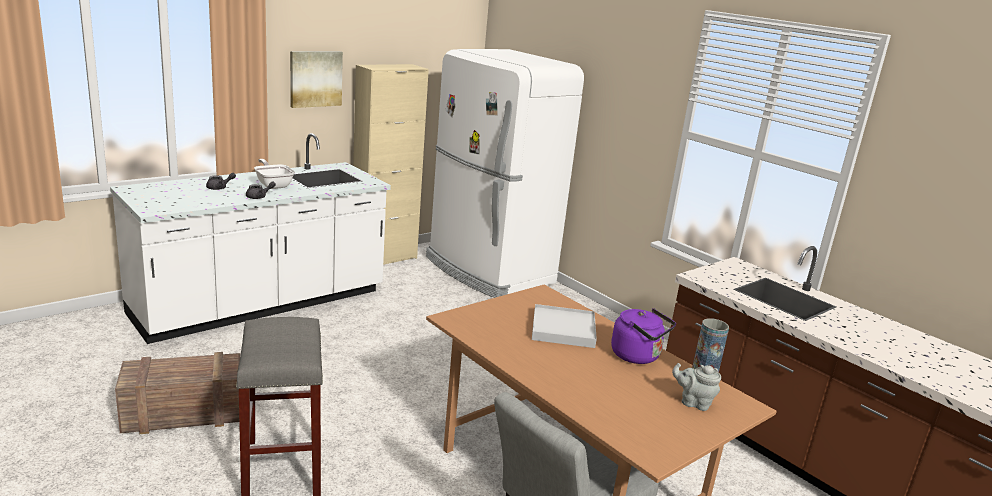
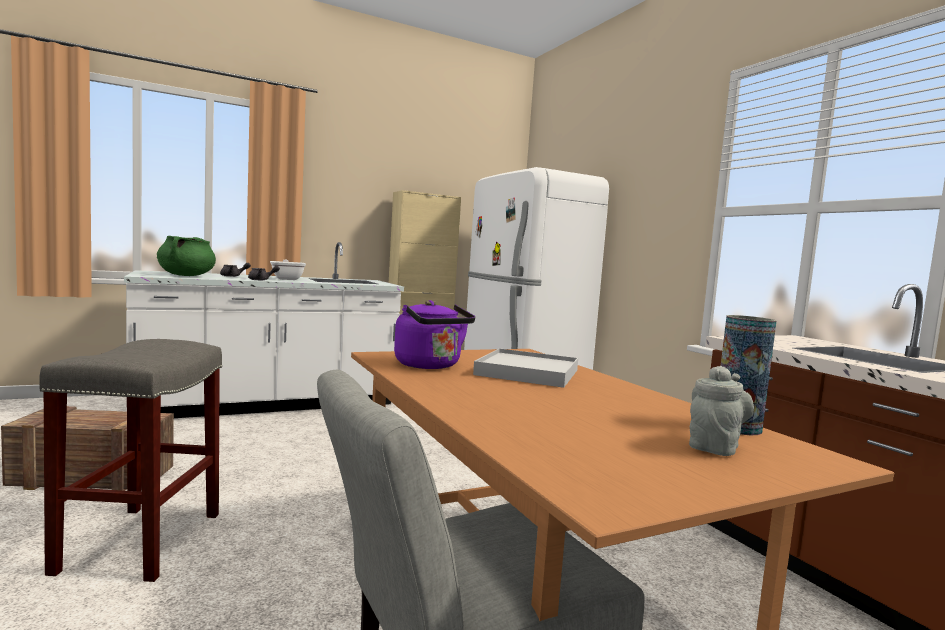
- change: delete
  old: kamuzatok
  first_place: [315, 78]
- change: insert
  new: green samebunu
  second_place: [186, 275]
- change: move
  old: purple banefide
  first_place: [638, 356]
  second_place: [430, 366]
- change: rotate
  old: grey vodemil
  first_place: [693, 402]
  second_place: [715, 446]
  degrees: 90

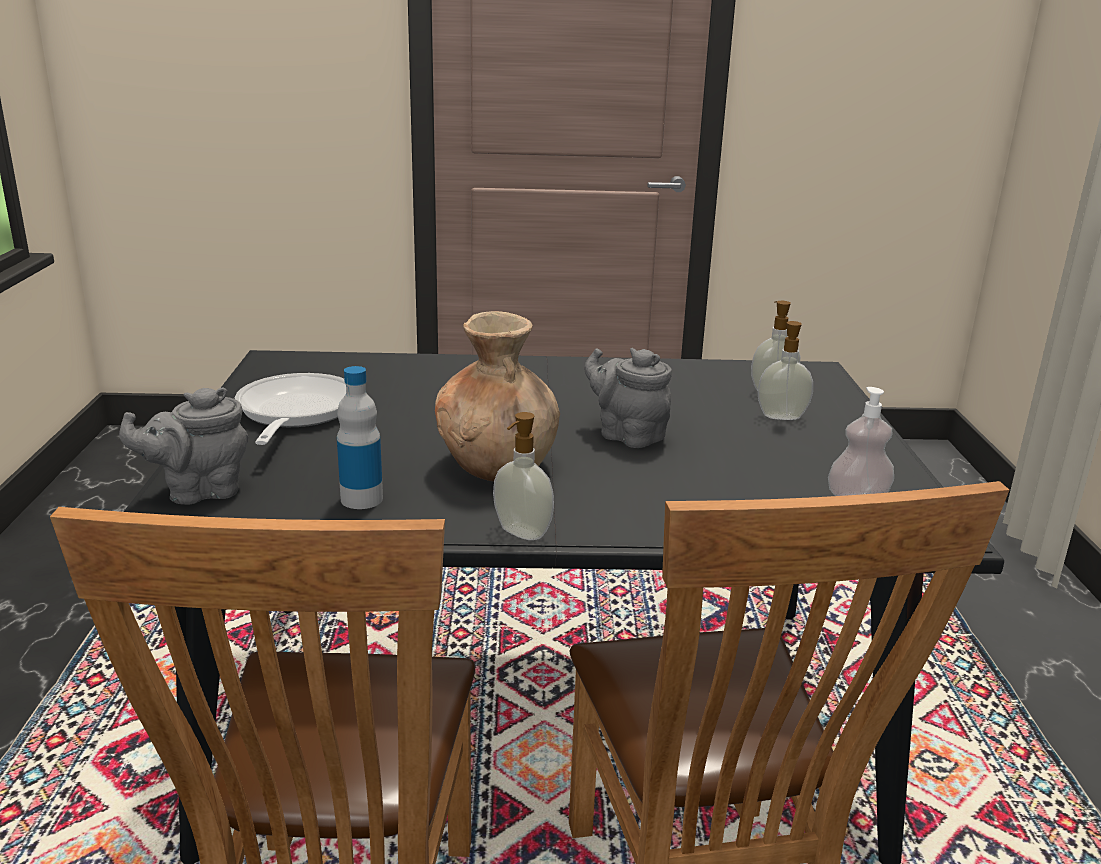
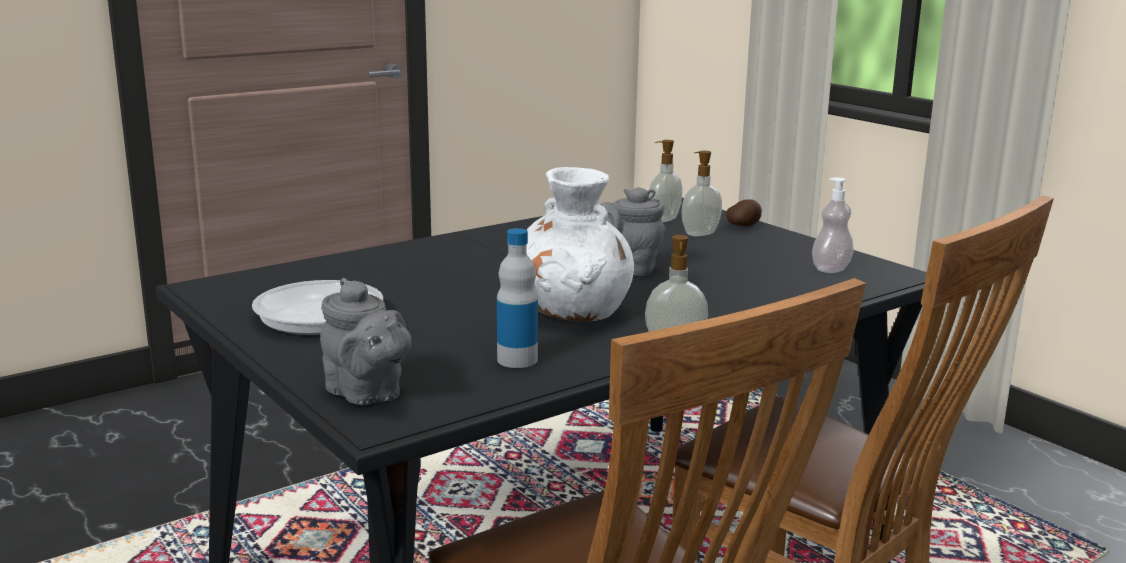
- change: insert
  new: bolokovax
  second_place: [743, 226]
- change: recolor
  old: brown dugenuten
  new: white dugenuten
  first_place: [498, 466]
  second_place: [574, 312]
- change: rotate
  old: grey vodemil
  first_place: [199, 491]
  second_place: [367, 394]
  degrees: -75

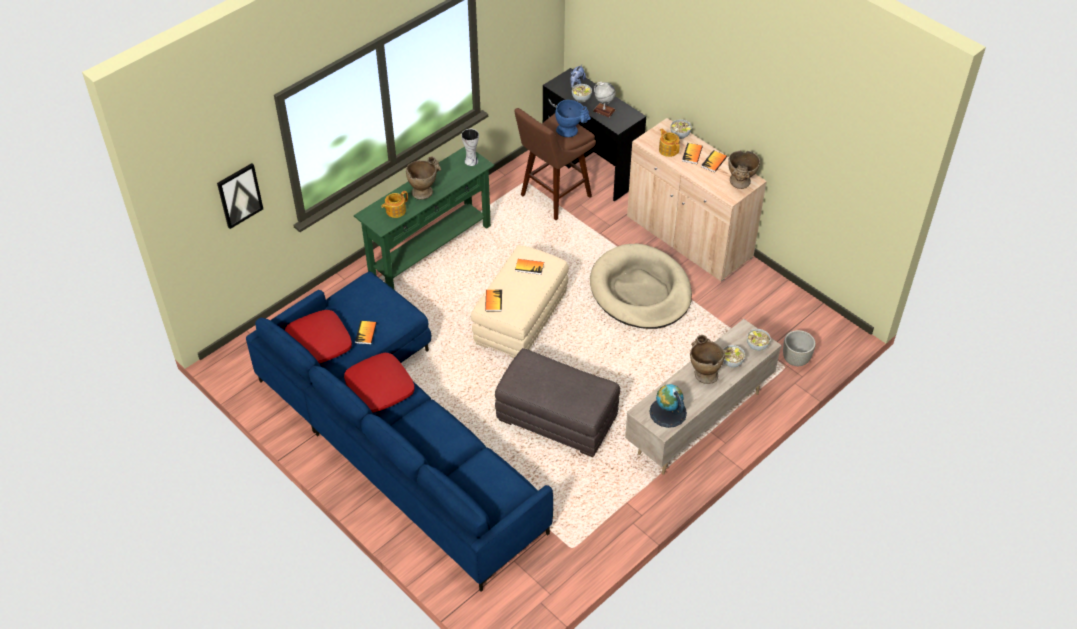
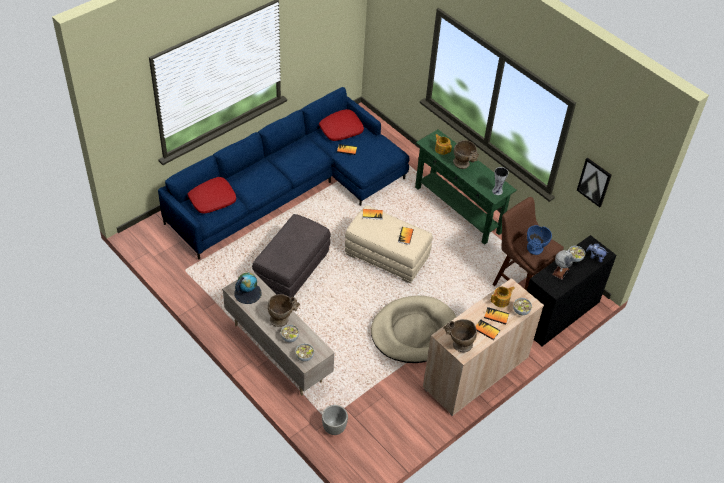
- change: move
  old: kamuzatok
  first_place: [239, 195]
  second_place: [594, 182]
- change: move
  old: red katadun
  first_place: [379, 388]
  second_place: [212, 199]

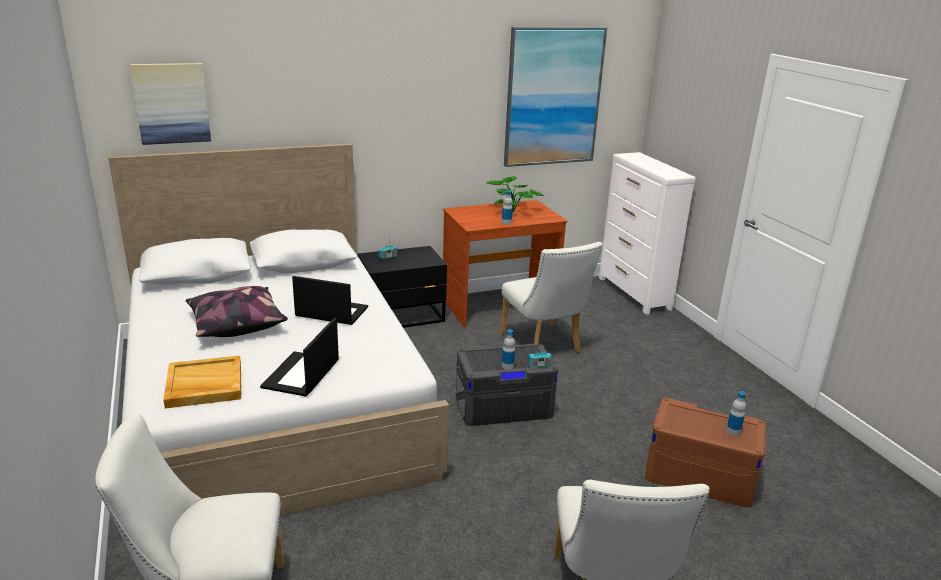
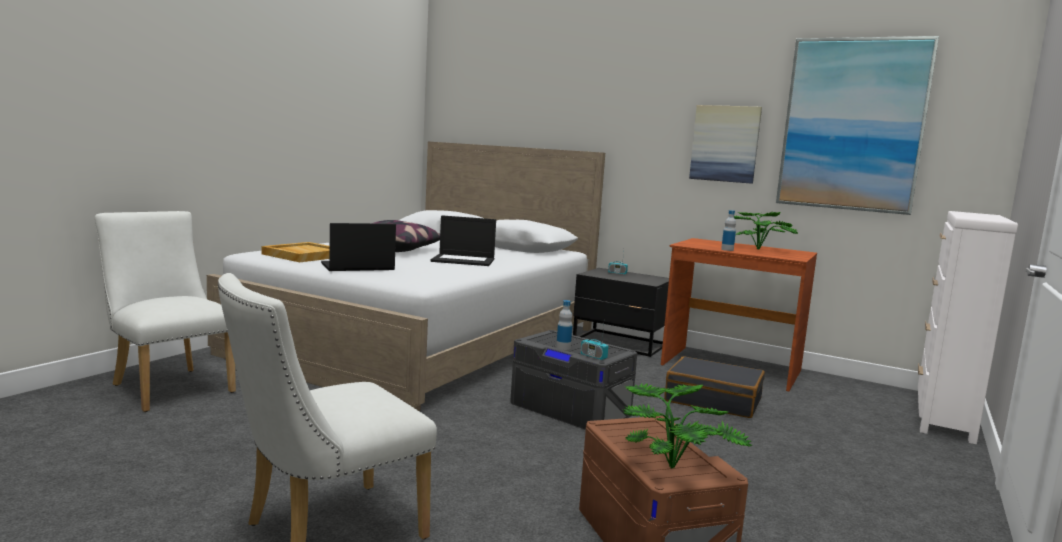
- change: move
  old: kamuzatok
  first_place: [171, 103]
  second_place: [725, 144]
- change: replace
  old: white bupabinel
  new: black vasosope
  first_place: [544, 346]
  second_place: [713, 400]
- change: replace
  old: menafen
  new: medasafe
  first_place: [733, 431]
  second_place: [675, 465]
- change: rotate
  old: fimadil
  first_place: [330, 312]
  second_place: [464, 260]
  degrees: 120

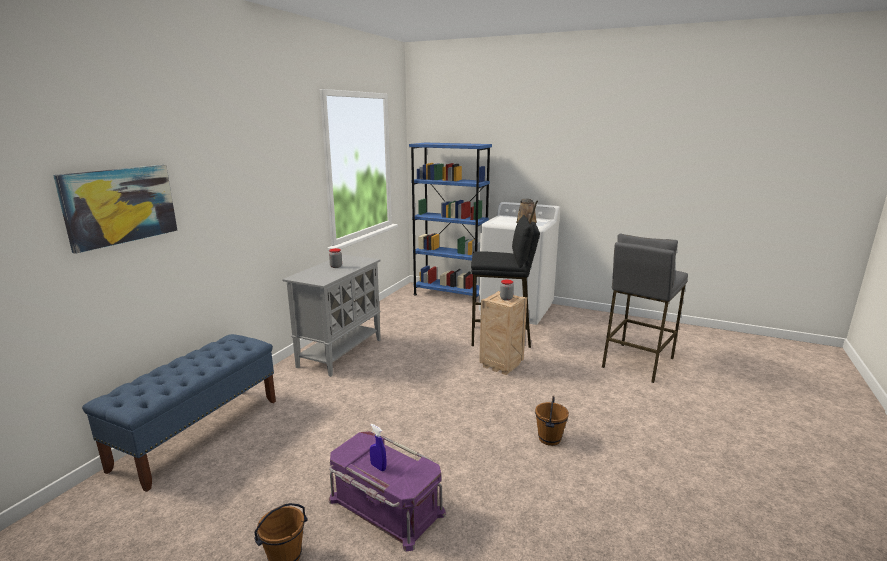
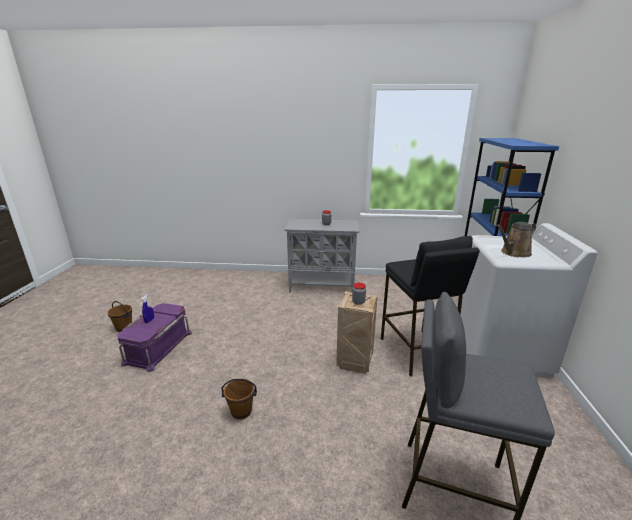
- change: delete
  old: kamuzatok
  first_place: [120, 205]
- change: delete
  old: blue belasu
  first_place: [199, 432]

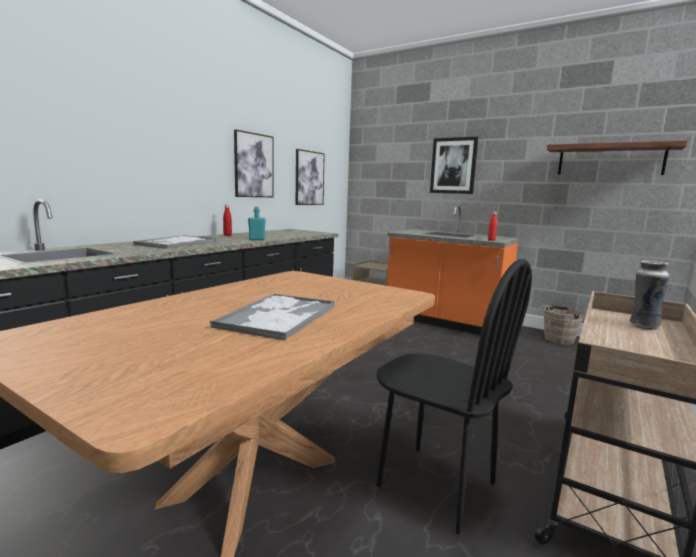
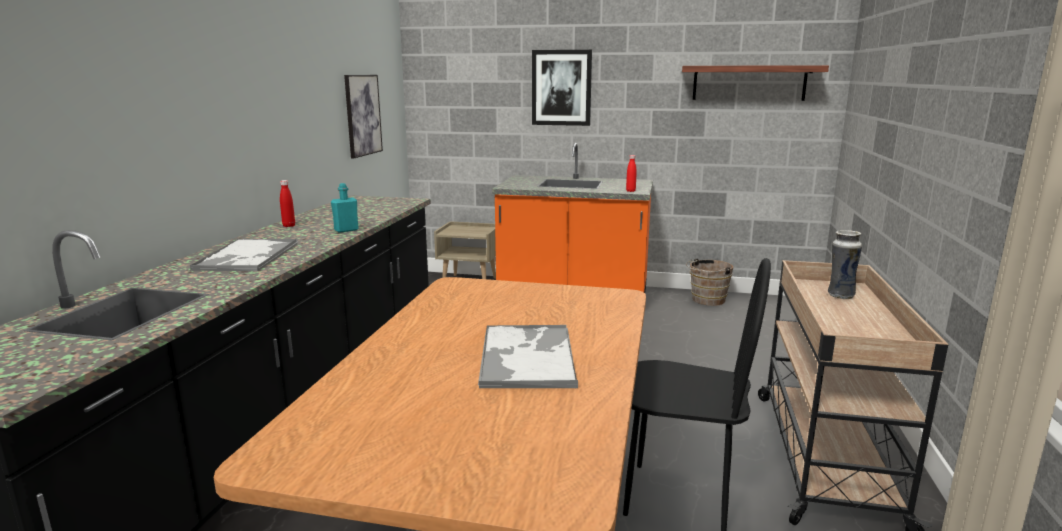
- change: delete
  old: kamuzatok
  first_place: [253, 165]

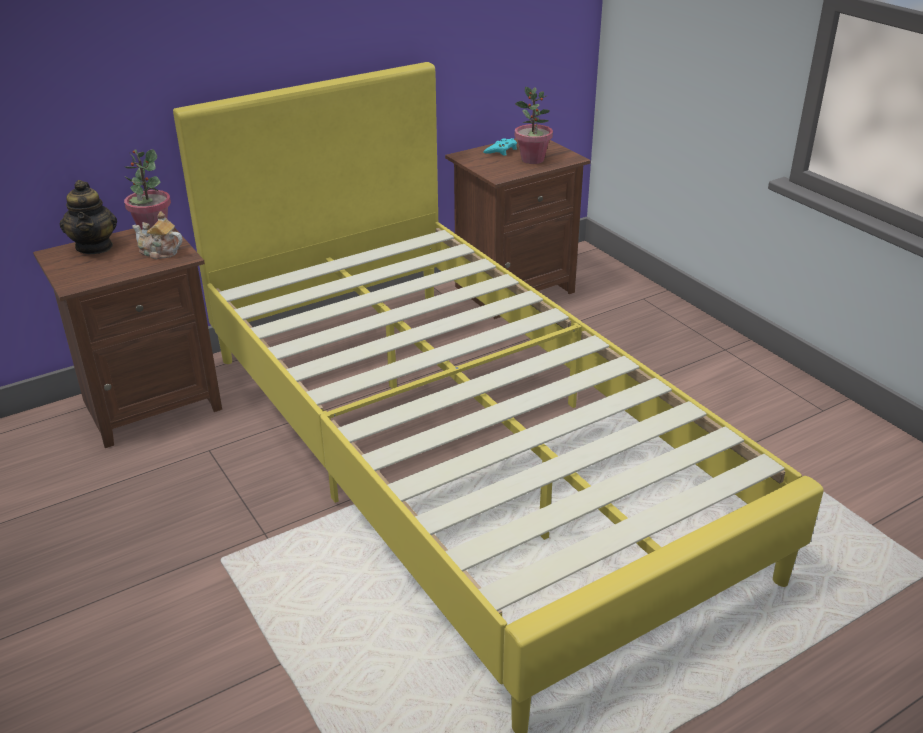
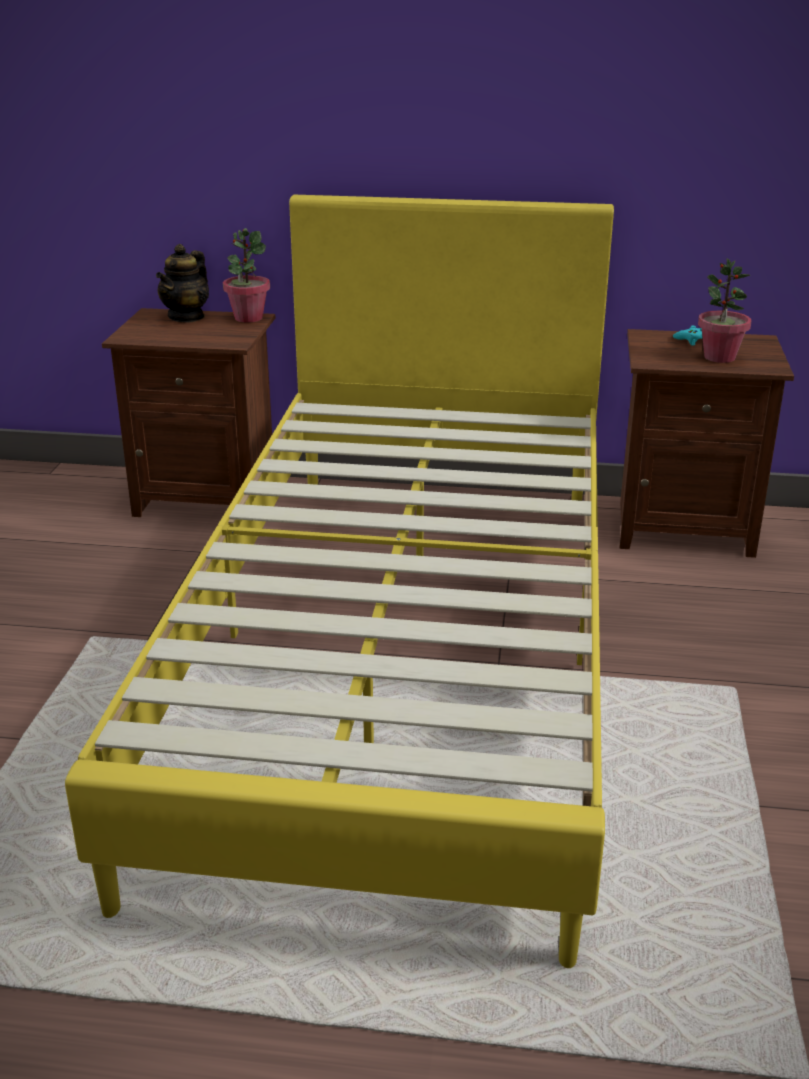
- change: delete
  old: vodemil
  first_place: [159, 252]

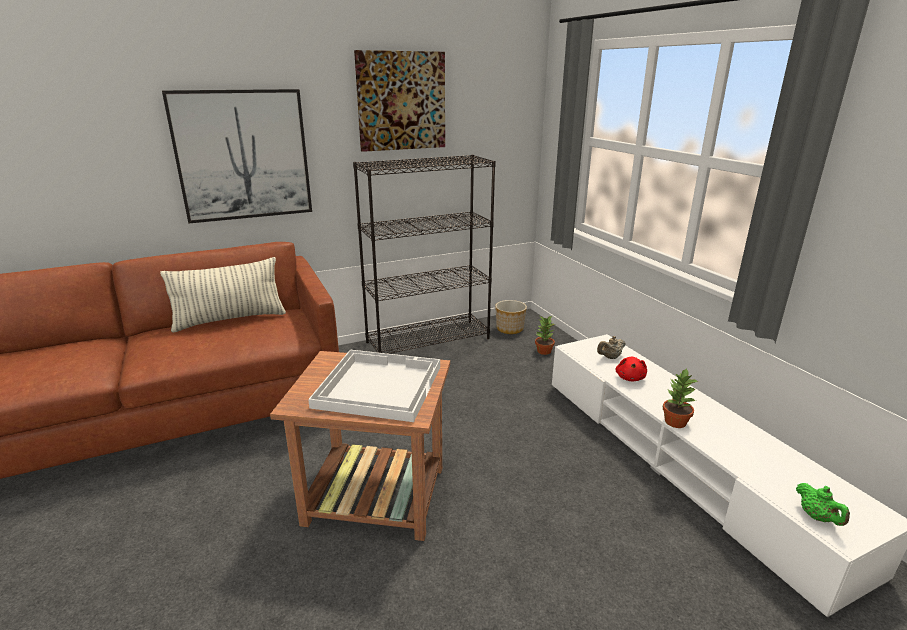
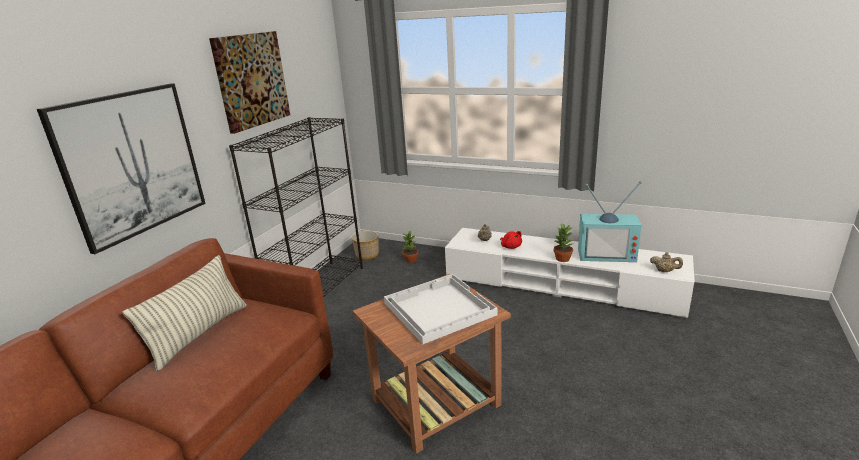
- change: insert
  new: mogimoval
  second_place: [607, 254]
- change: recolor
  old: green vodemil
  new: beige vodemil
  first_place: [817, 517]
  second_place: [664, 271]

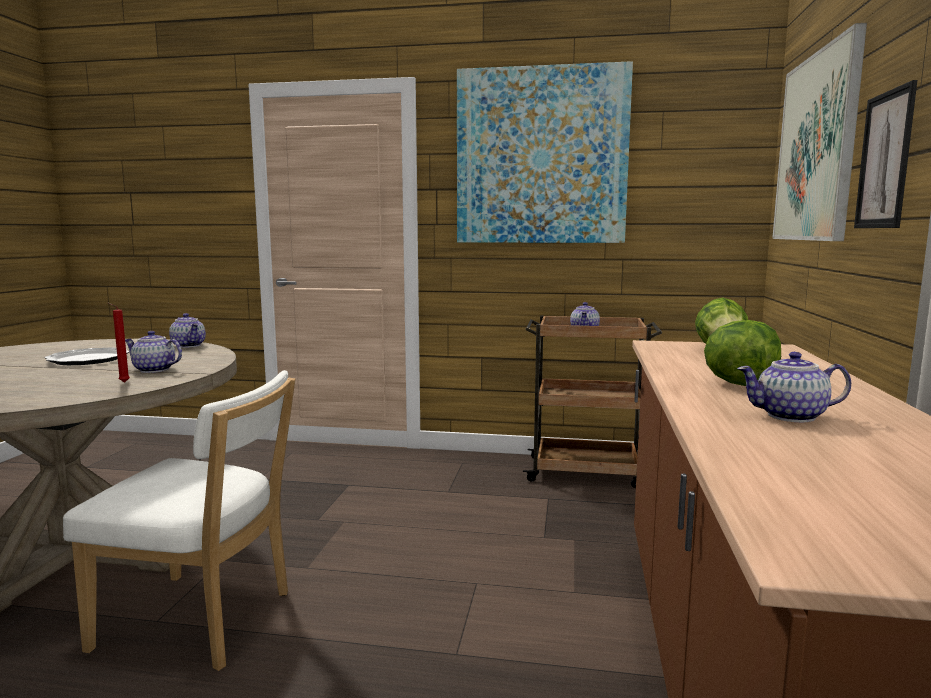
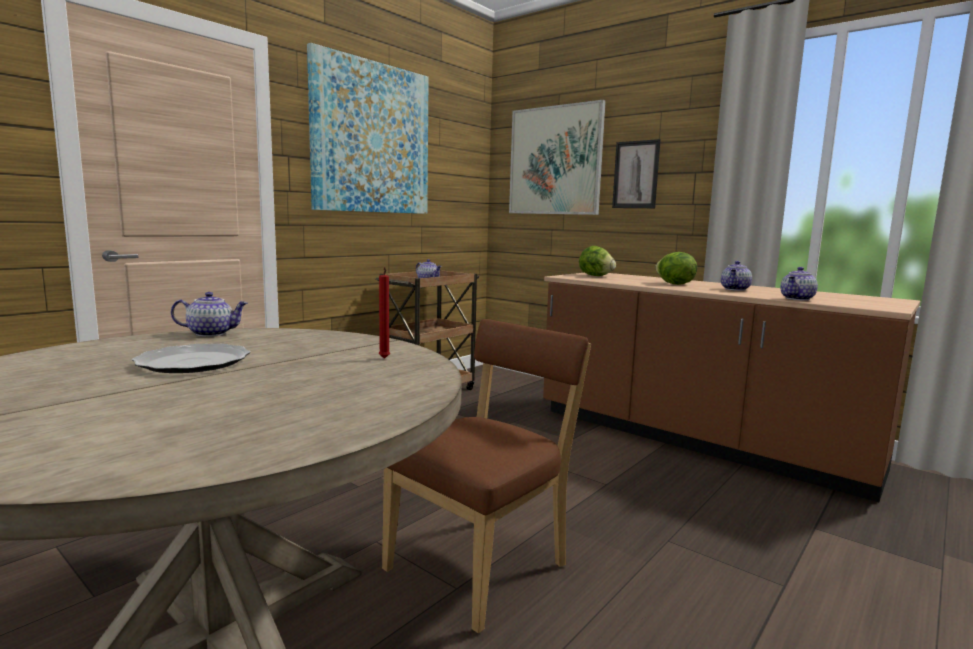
- change: move
  old: vodemil
  first_place: [153, 370]
  second_place: [798, 299]
- change: recolor
  old: white bupabinel
  new: brown bupabinel
  first_place: [203, 622]
  second_place: [483, 564]

